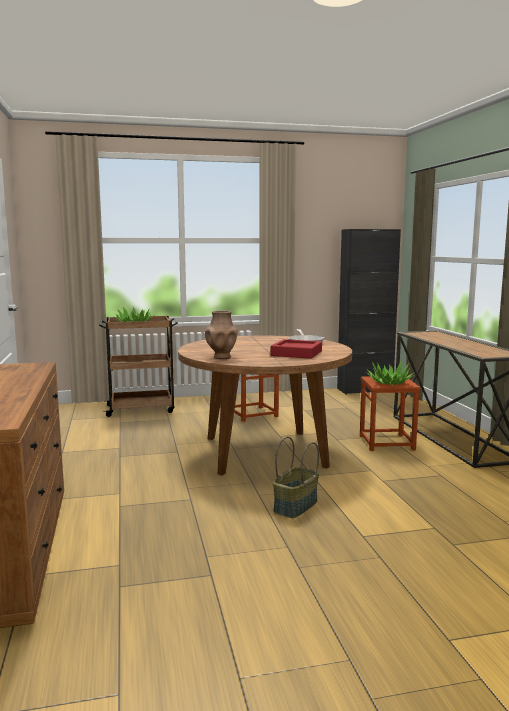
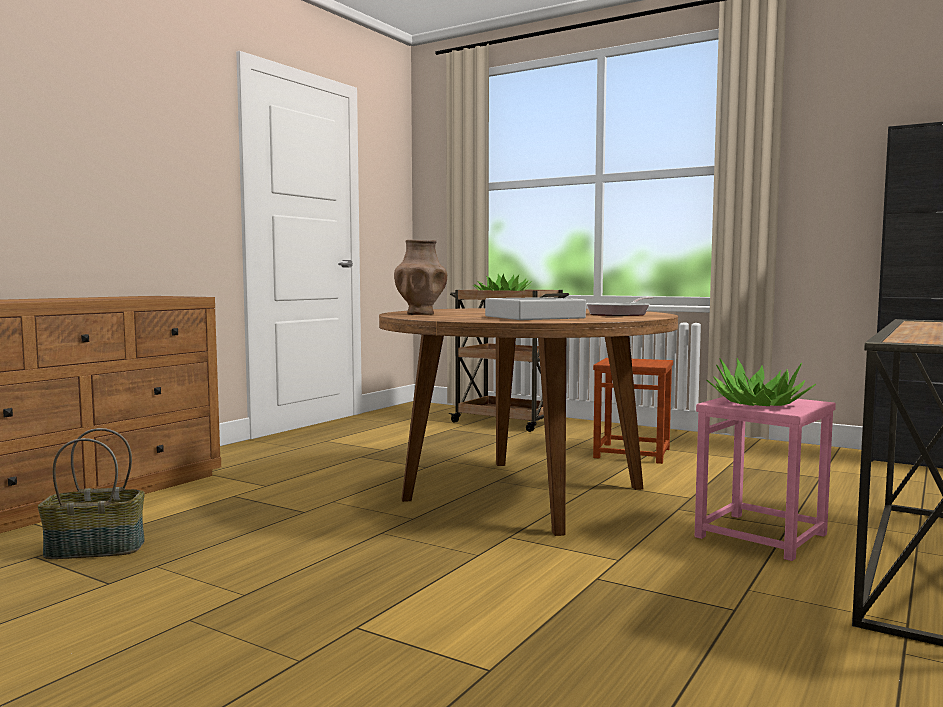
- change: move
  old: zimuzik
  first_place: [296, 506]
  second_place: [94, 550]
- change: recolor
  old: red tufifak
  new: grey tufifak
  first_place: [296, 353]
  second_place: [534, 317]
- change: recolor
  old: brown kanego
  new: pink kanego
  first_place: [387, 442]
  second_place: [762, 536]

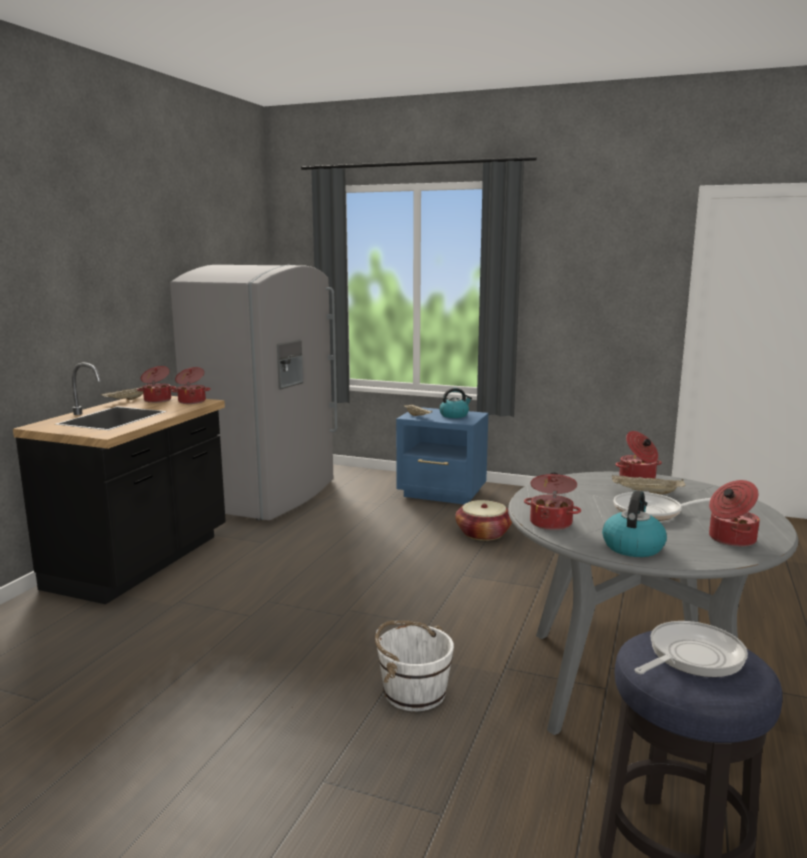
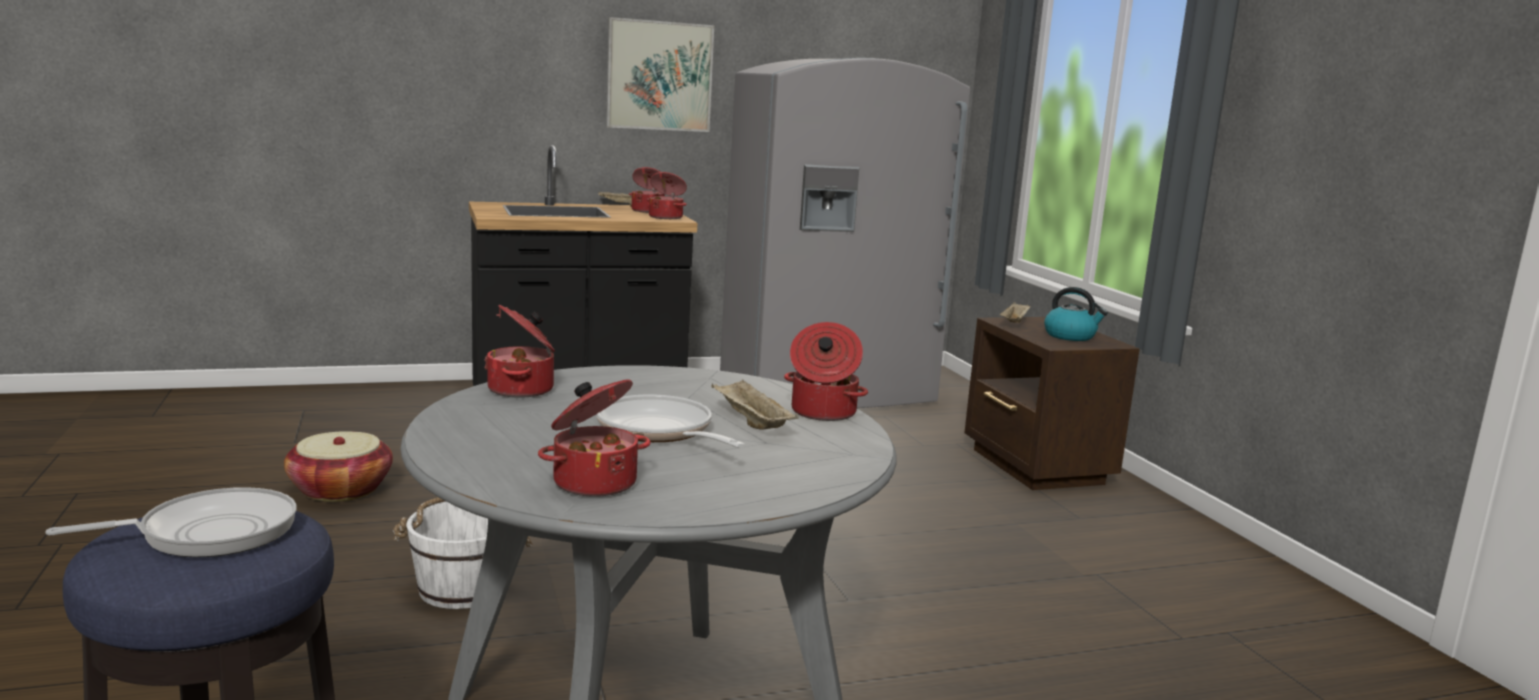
- change: delete
  old: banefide
  first_place: [632, 546]
- change: insert
  new: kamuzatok
  second_place: [659, 76]
- change: move
  old: zimuzik
  first_place: [483, 533]
  second_place: [340, 490]
- change: recolor
  old: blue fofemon
  new: brown fofemon
  first_place: [442, 493]
  second_place: [1036, 467]
- change: rotate
  old: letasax
  first_place: [691, 656]
  second_place: [209, 533]
  degrees: -45

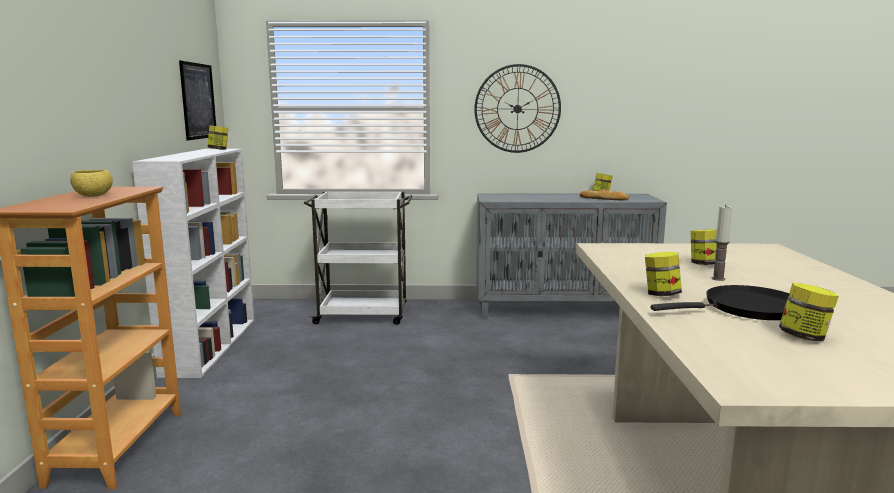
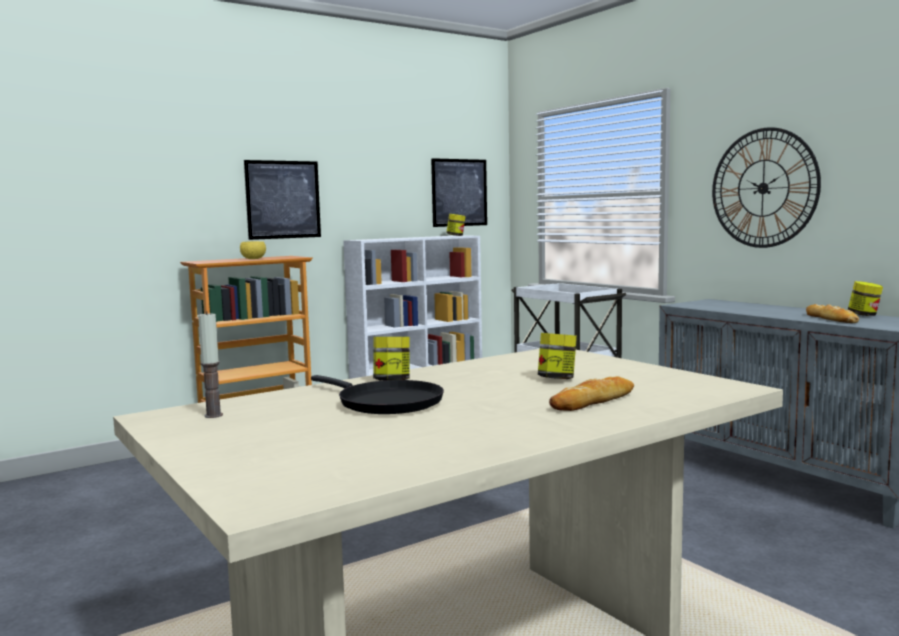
- change: delete
  old: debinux
  first_place: [804, 337]
- change: insert
  new: kamuzatok
  second_place: [283, 199]
- change: insert
  new: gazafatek
  second_place: [594, 401]
- change: move
  old: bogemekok
  first_place: [718, 279]
  second_place: [213, 415]

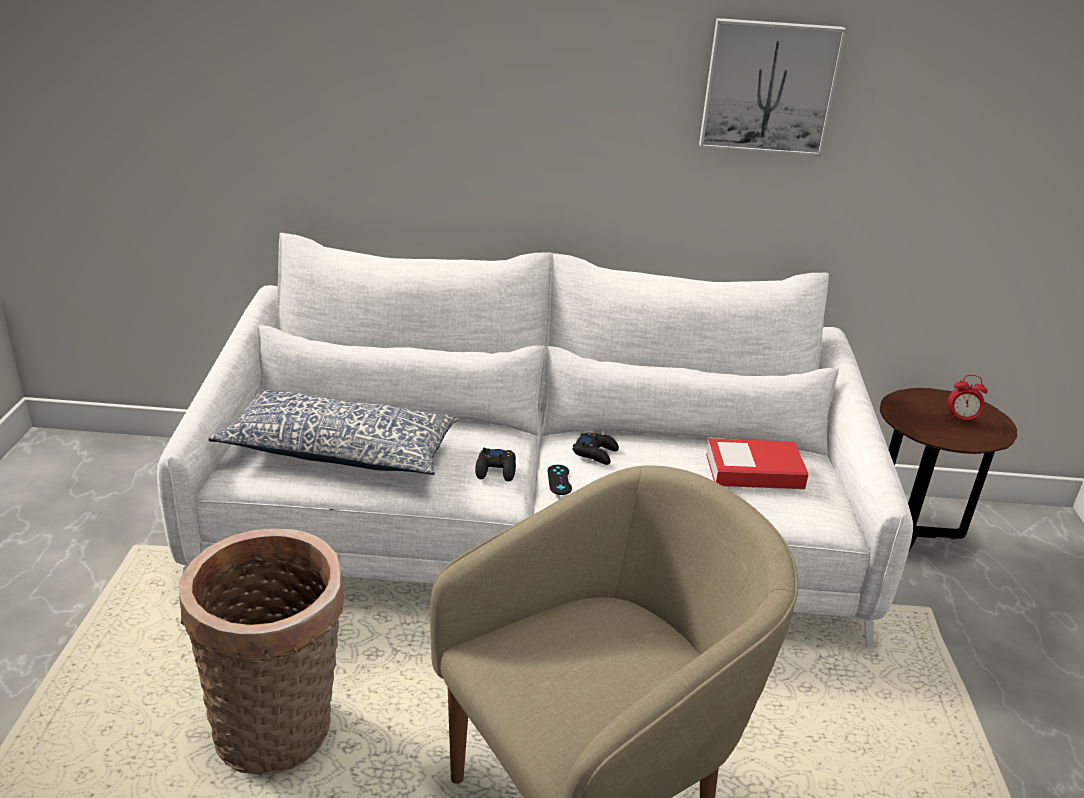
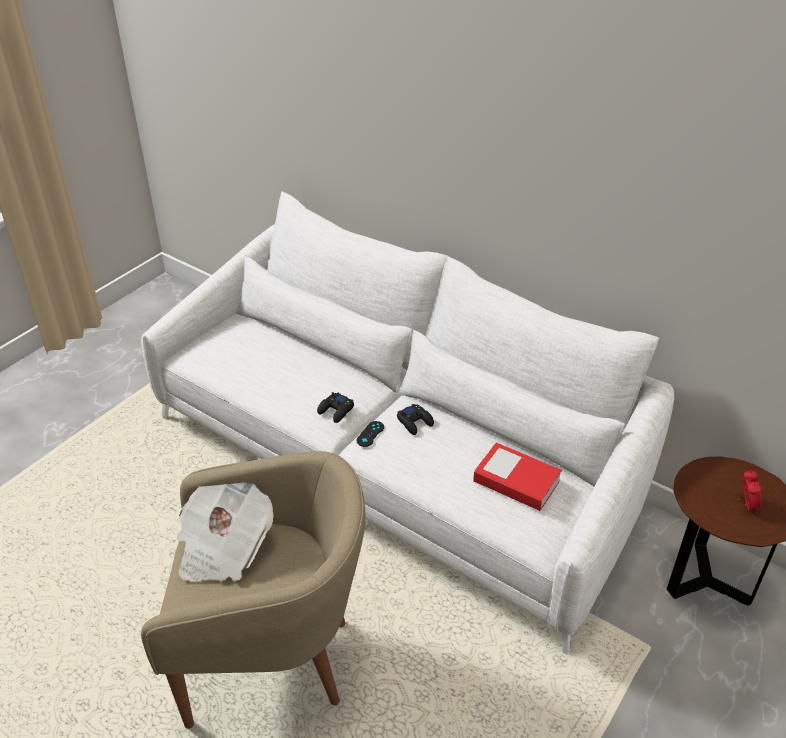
- change: delete
  old: zimuzik
  first_place: [280, 732]
- change: delete
  old: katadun
  first_place: [339, 450]
- change: delete
  old: kamuzatok
  first_place: [768, 87]
- change: insert
  new: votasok
  second_place: [223, 546]
- change: rotate
  old: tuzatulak
  first_place: [961, 420]
  second_place: [747, 505]
  degrees: -135

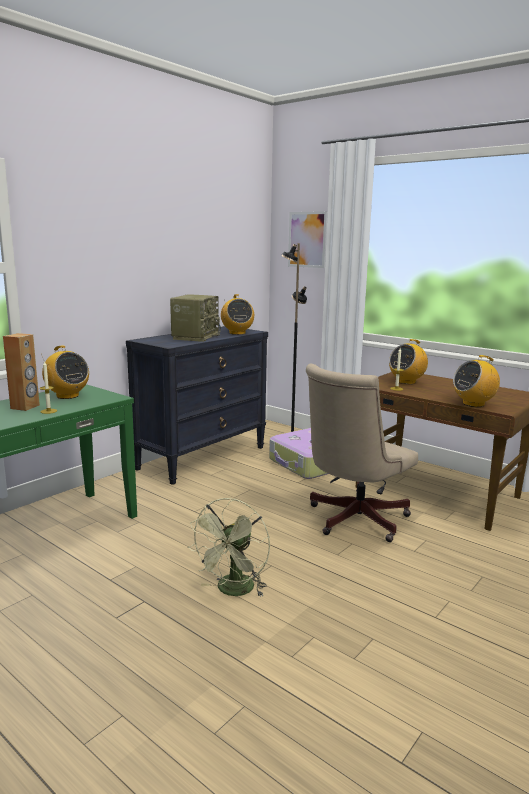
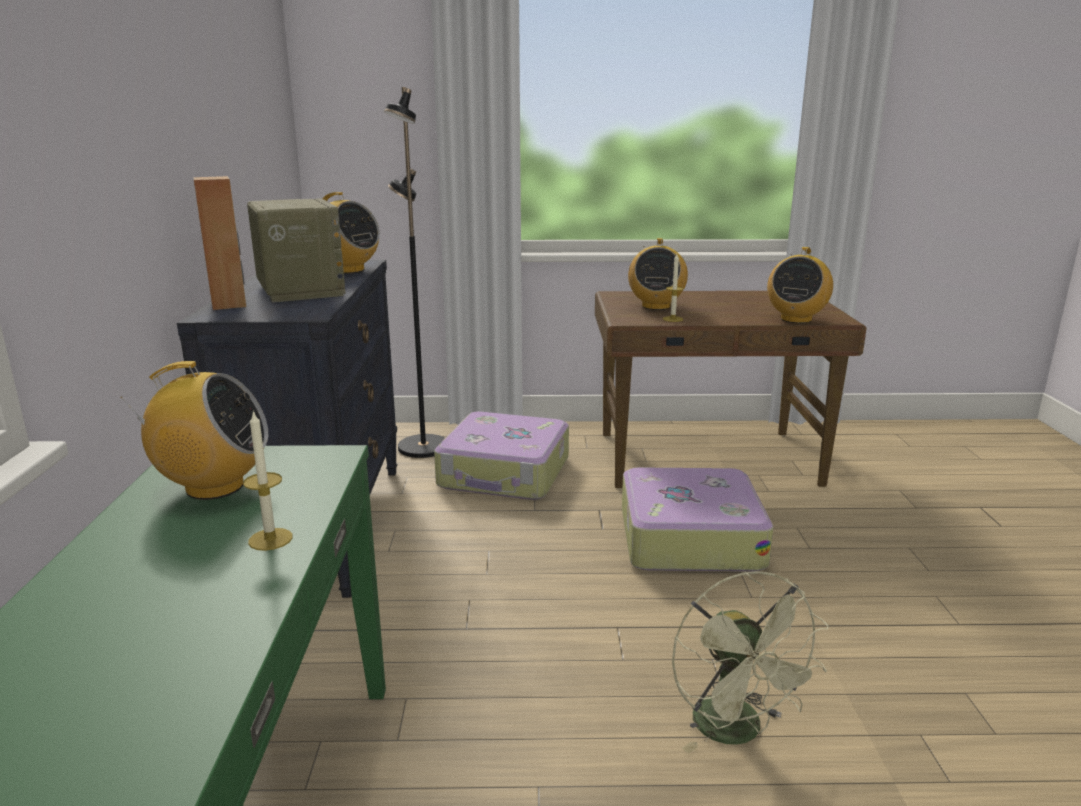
- change: delete
  old: kamuzatok
  first_place: [307, 239]
- change: move
  old: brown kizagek
  first_place: [25, 407]
  second_place: [229, 304]
- change: replace
  old: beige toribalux
  new: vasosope
  first_place: [353, 520]
  second_place: [688, 537]

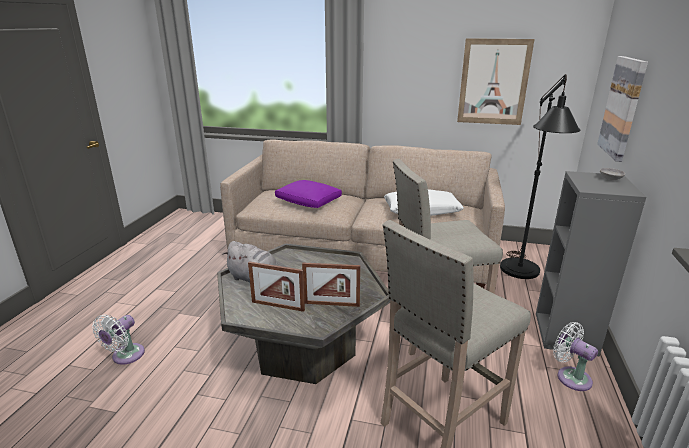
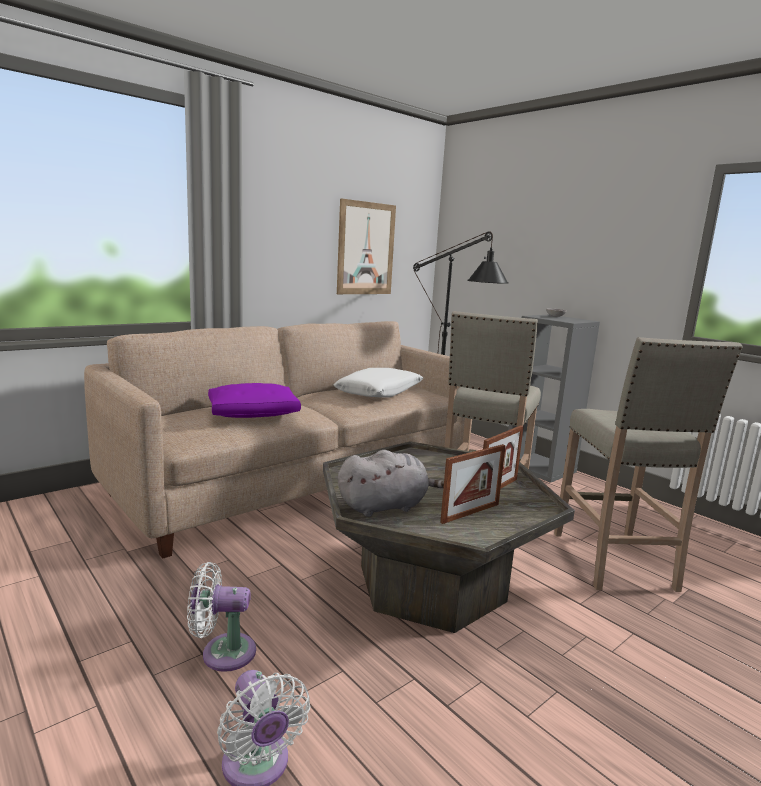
- change: delete
  old: kamuzatok
  first_place: [622, 107]
- change: move
  old: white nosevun
  first_place: [570, 377]
  second_place: [223, 652]

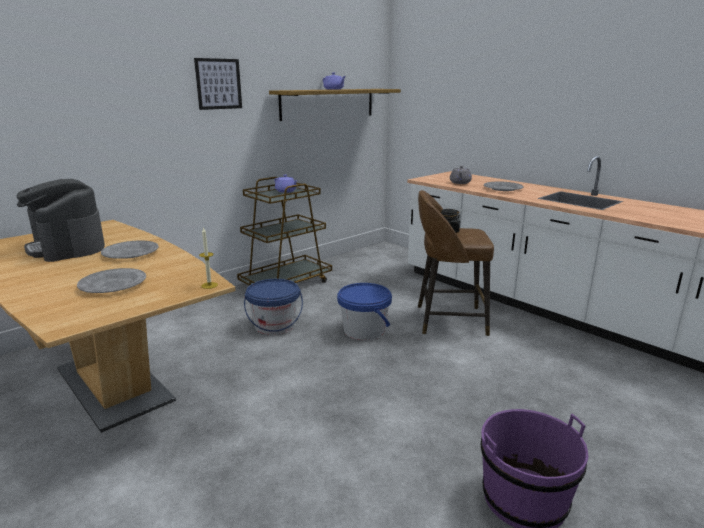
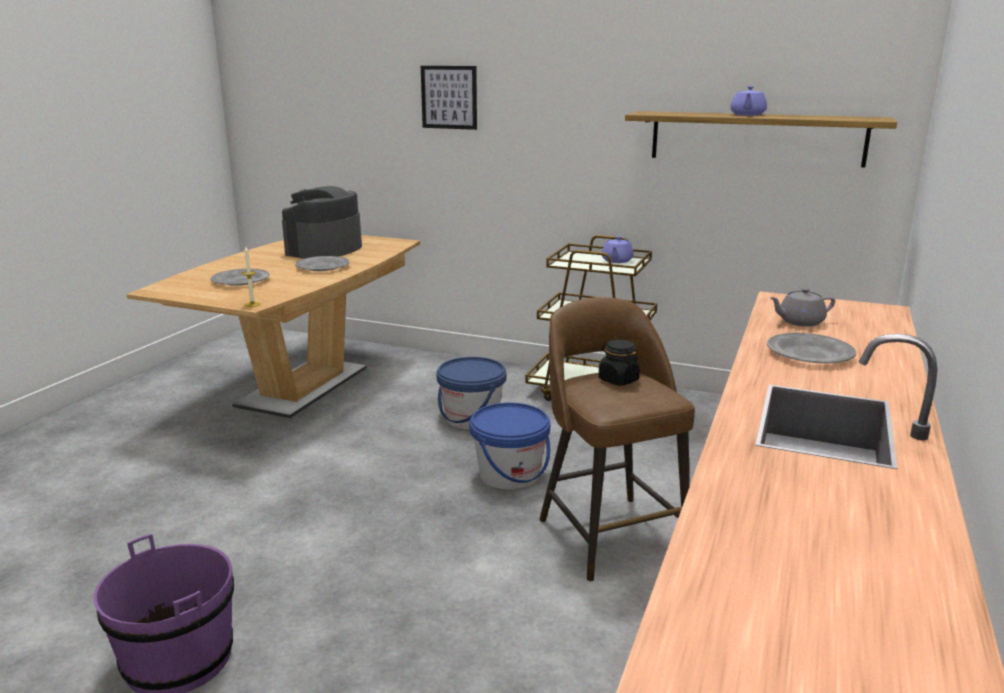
- change: move
  old: kamuzatok
  first_place: [218, 84]
  second_place: [449, 97]

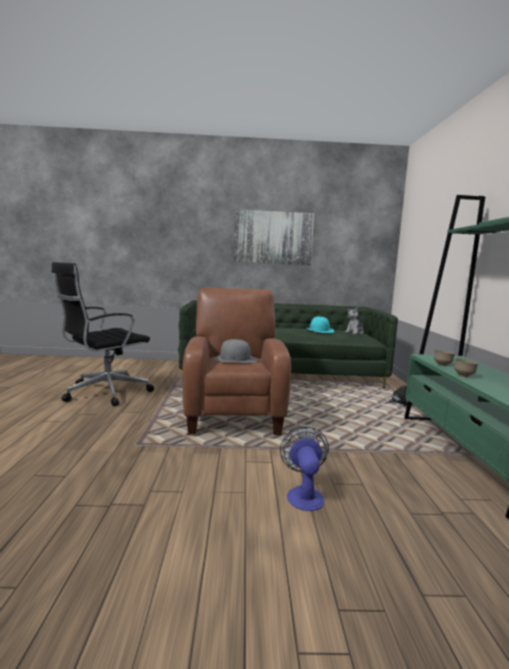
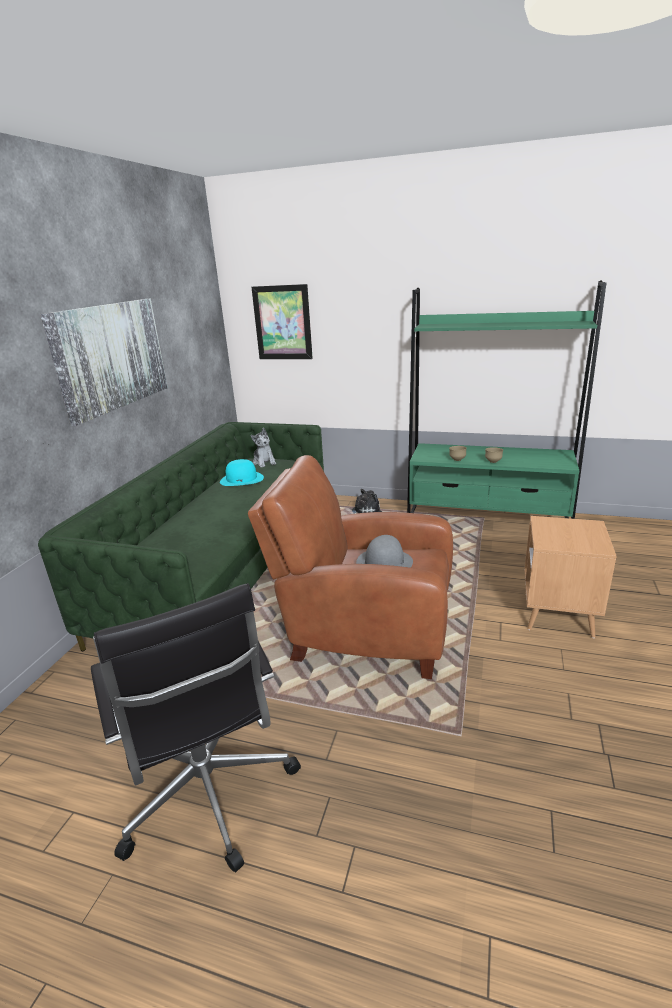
- change: insert
  new: kamuzatok
  second_place: [282, 323]
- change: replace
  old: nosevun
  new: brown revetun
  first_place: [304, 494]
  second_place: [557, 614]

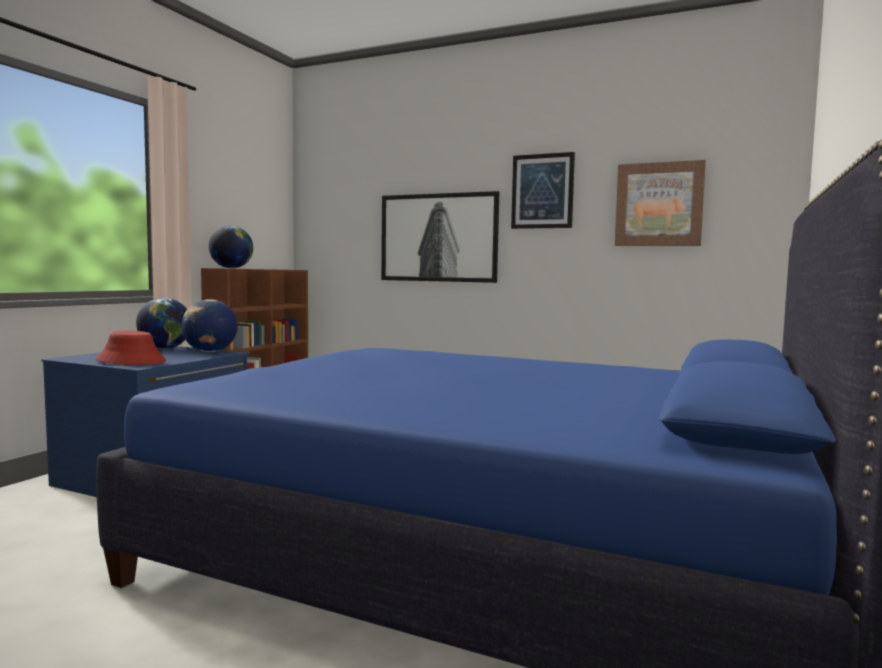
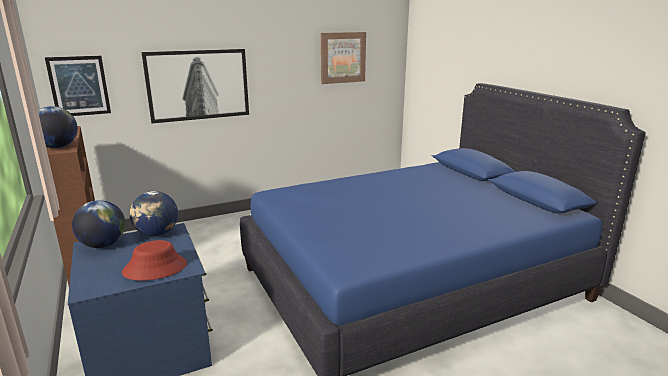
- change: move
  old: kamuzatok
  first_place: [542, 191]
  second_place: [79, 86]

